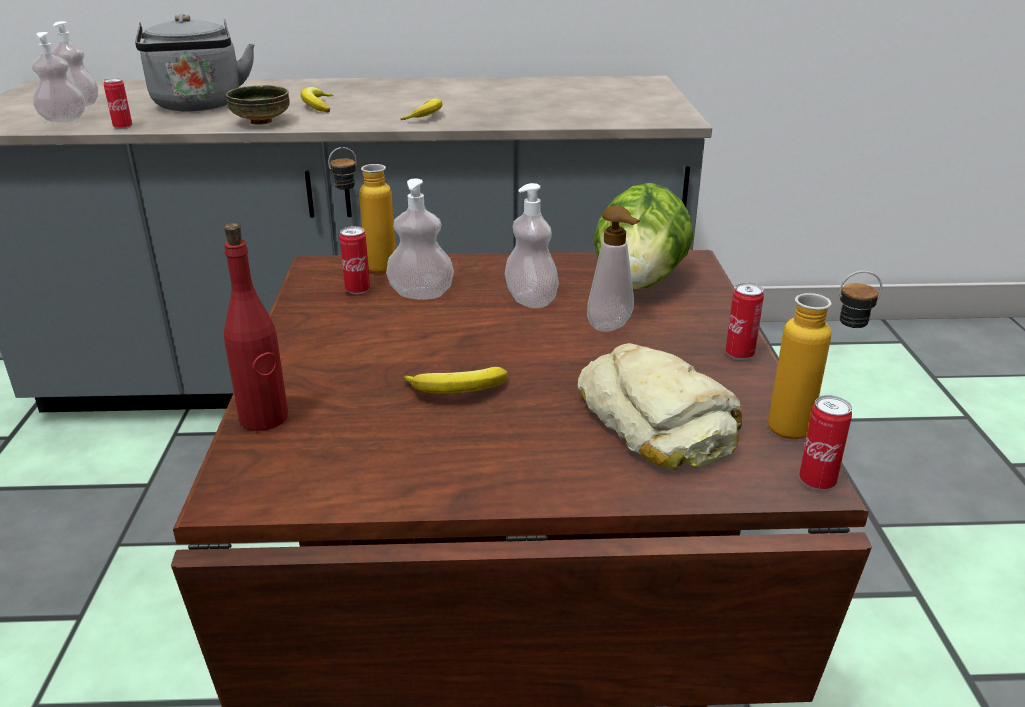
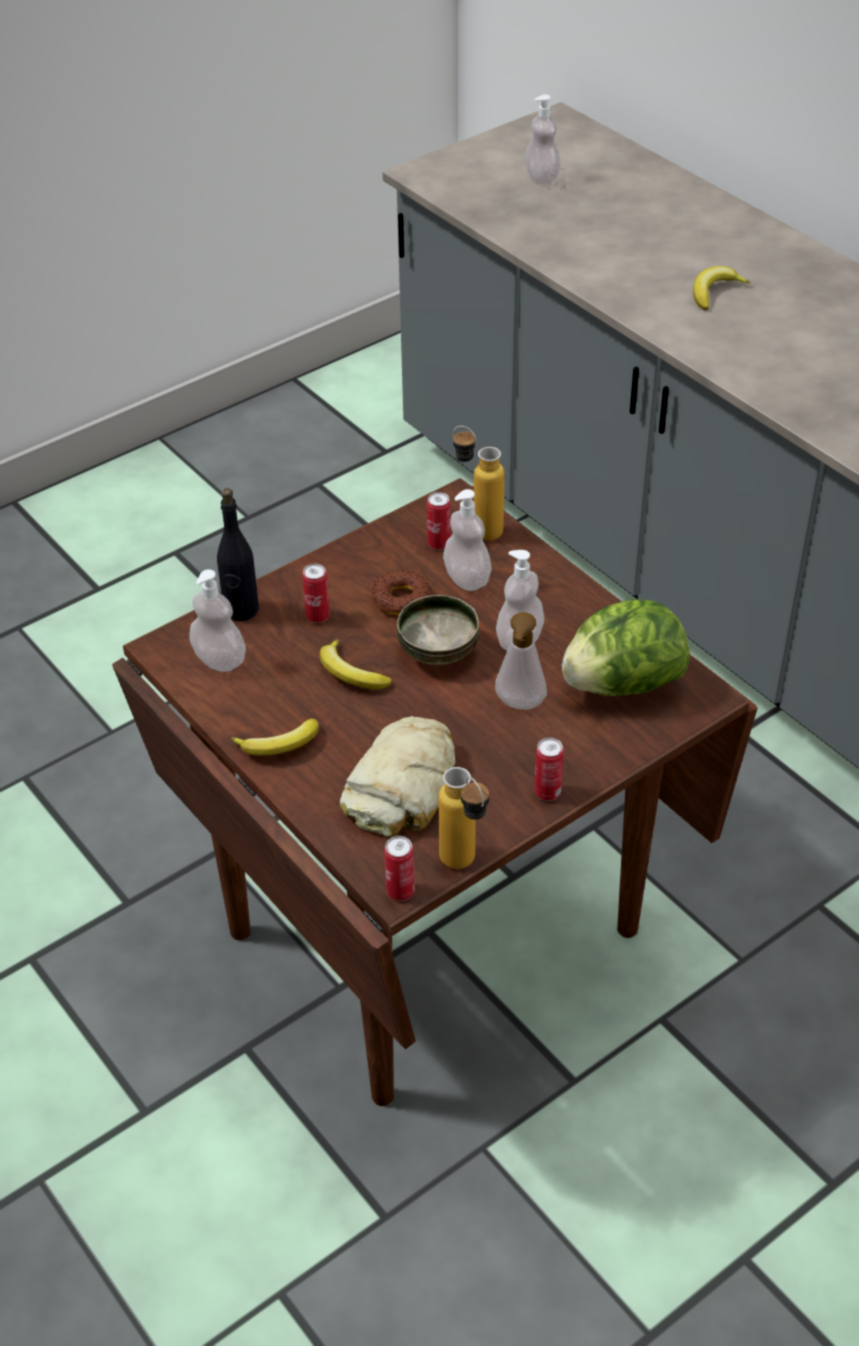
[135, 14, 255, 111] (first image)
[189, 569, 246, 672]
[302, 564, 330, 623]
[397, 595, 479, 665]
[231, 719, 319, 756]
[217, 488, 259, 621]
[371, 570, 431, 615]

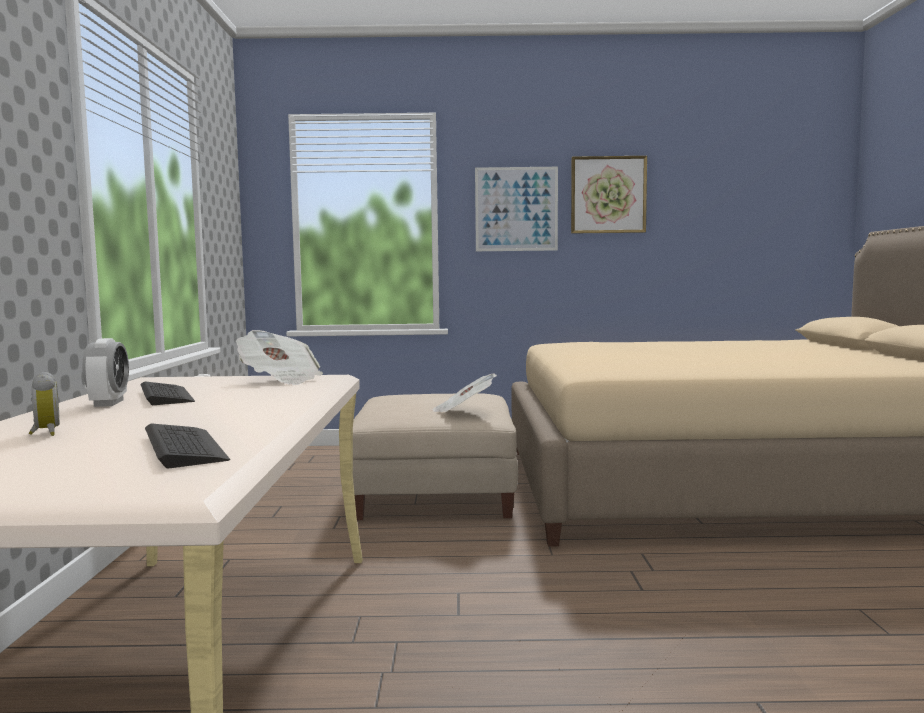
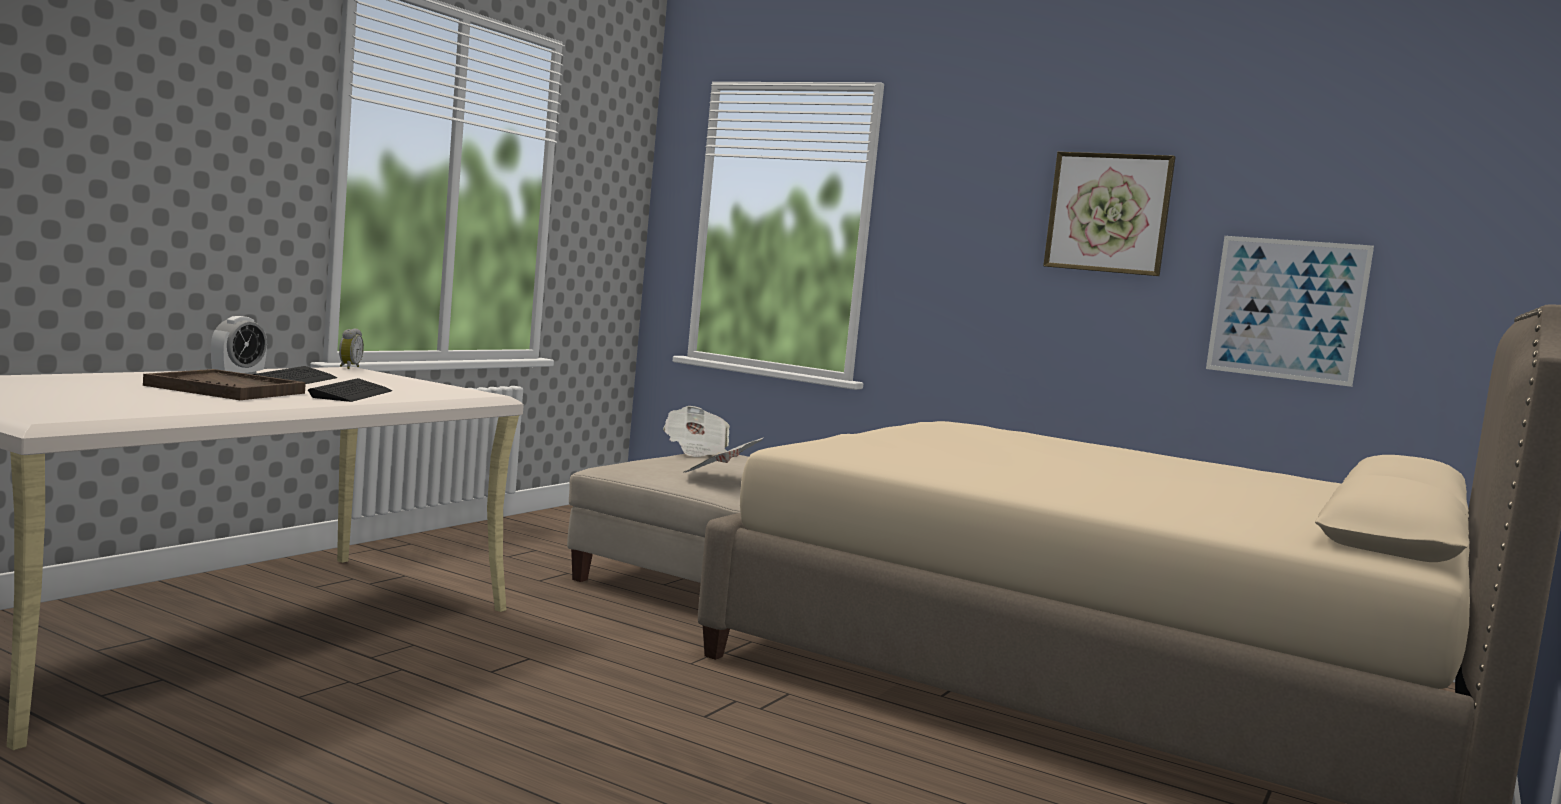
[1206, 236, 1374, 387]
[663, 406, 730, 457]
[339, 328, 364, 369]
[308, 378, 392, 402]
[143, 369, 306, 400]

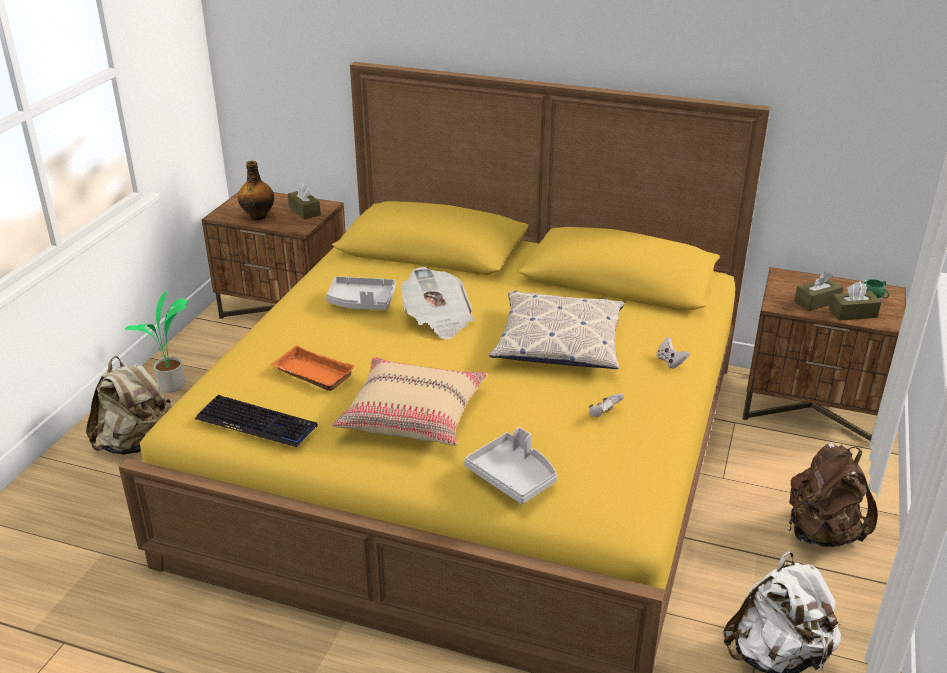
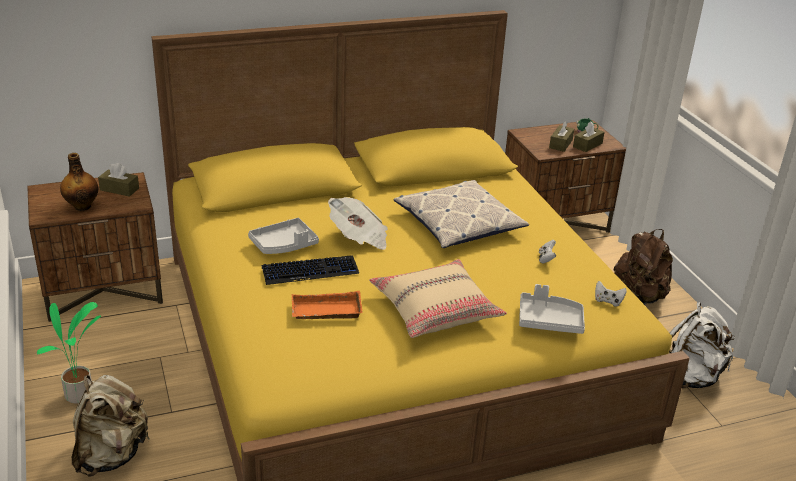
[595, 281, 627, 307]
[262, 255, 359, 285]

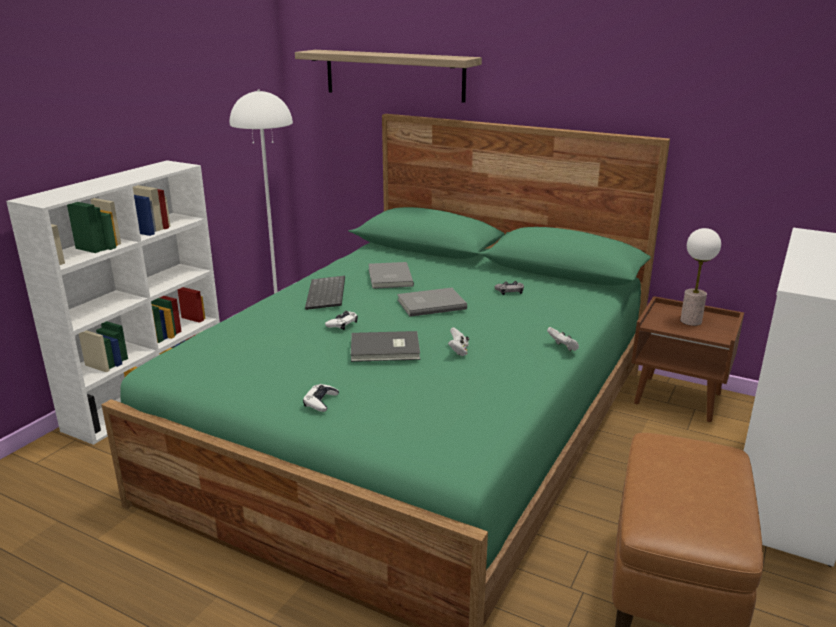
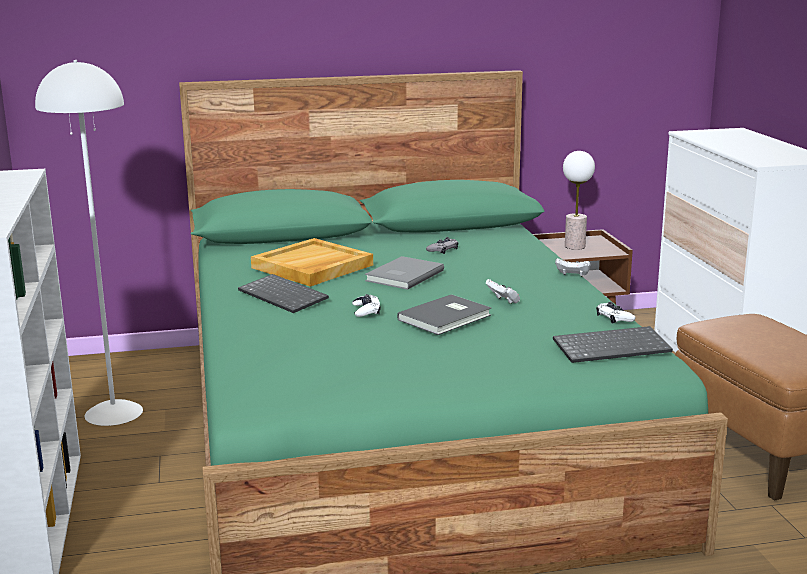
[295, 50, 482, 103] (first image)
[251, 238, 373, 287]
[596, 302, 636, 324]
[553, 326, 673, 363]

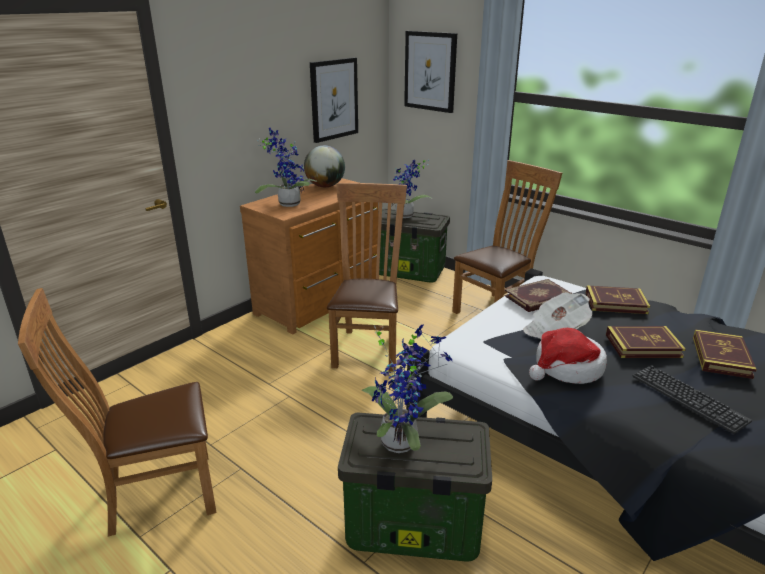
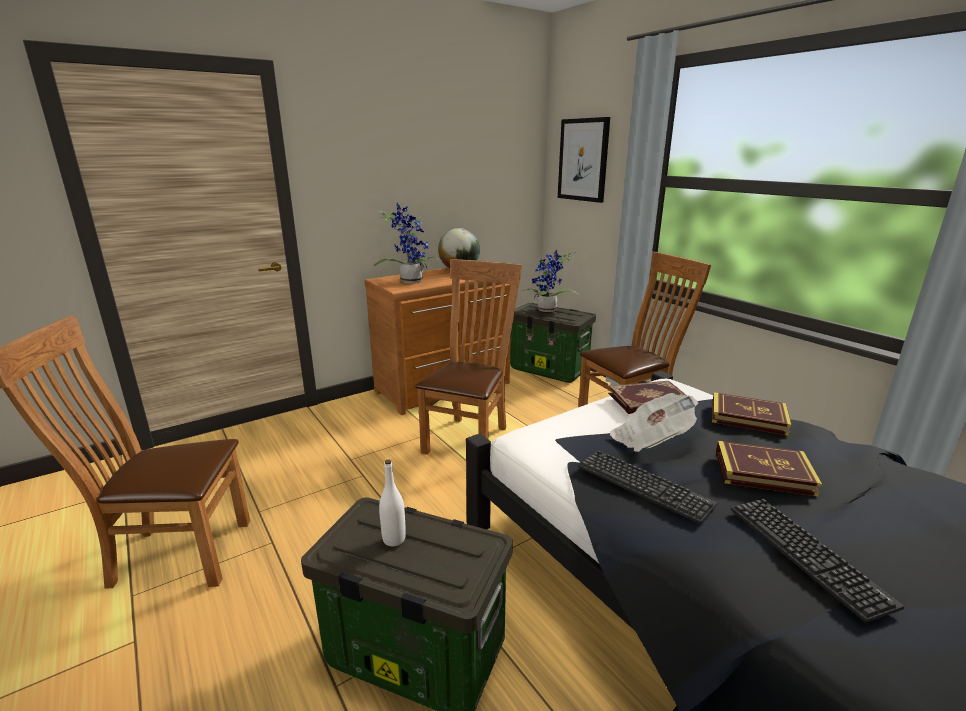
[310, 57, 358, 143] (first image)
[379, 459, 406, 546]
[578, 450, 717, 524]
[693, 329, 757, 379] (first image)

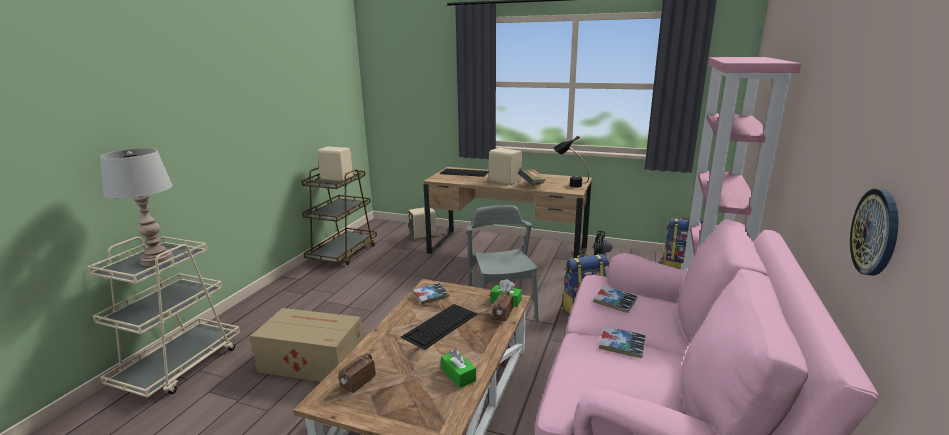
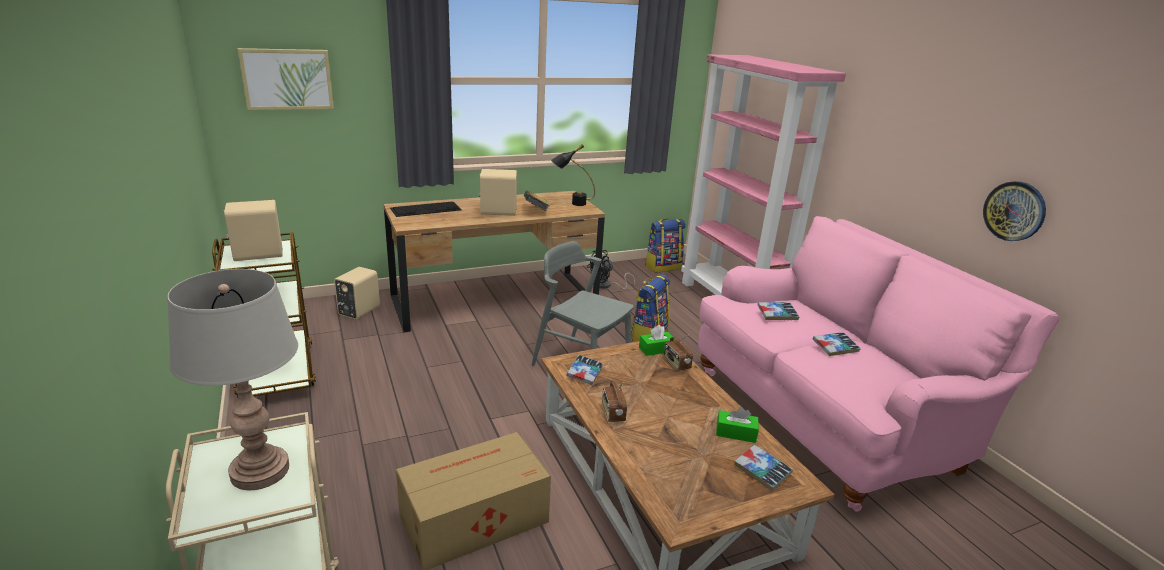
[401, 304, 477, 350] (first image)
[602, 382, 627, 422]
[238, 48, 334, 110]
[734, 445, 793, 490]

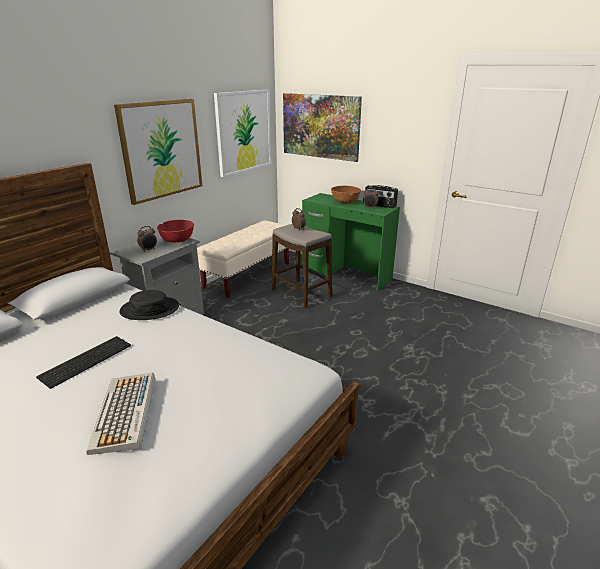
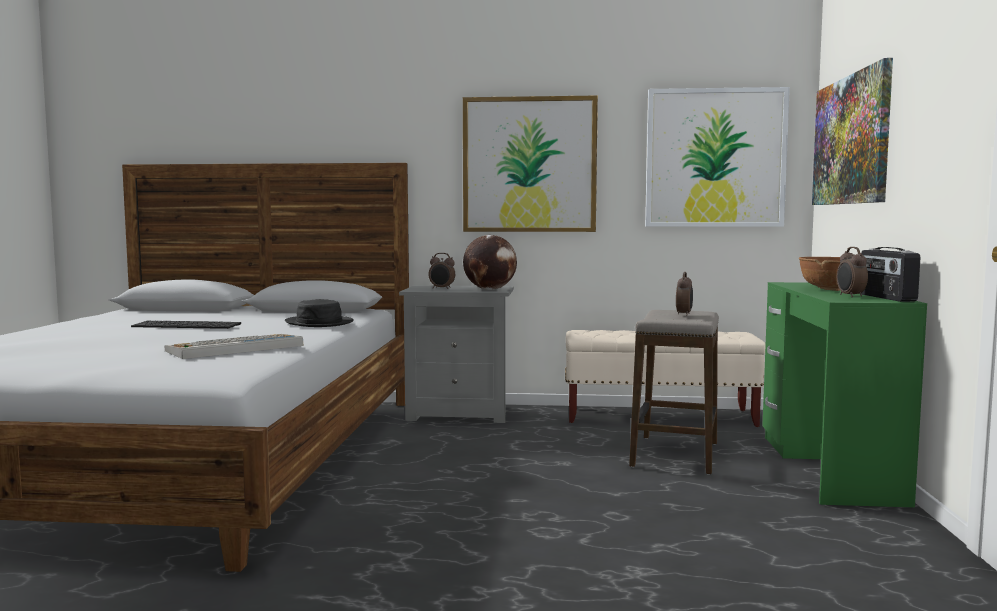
[463, 235, 517, 290]
[165, 334, 303, 359]

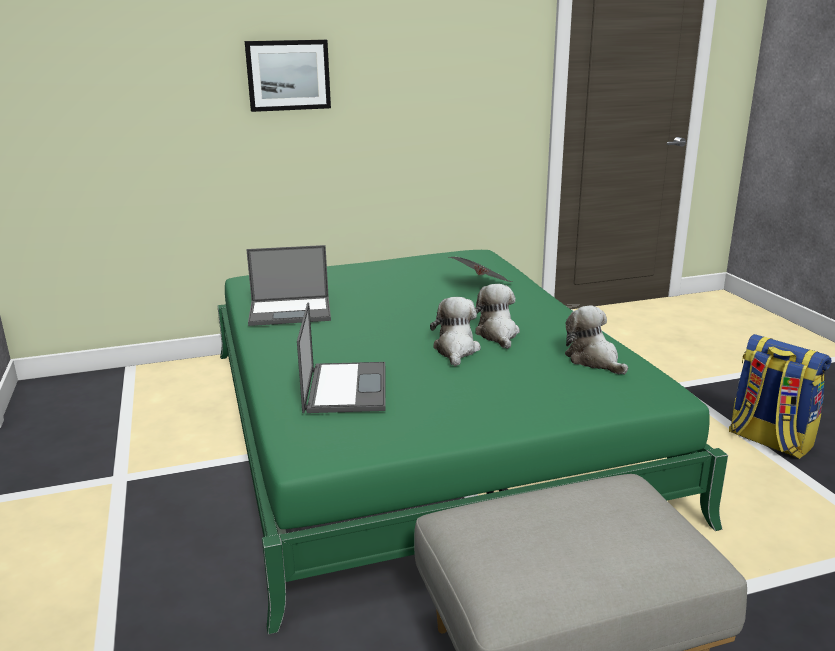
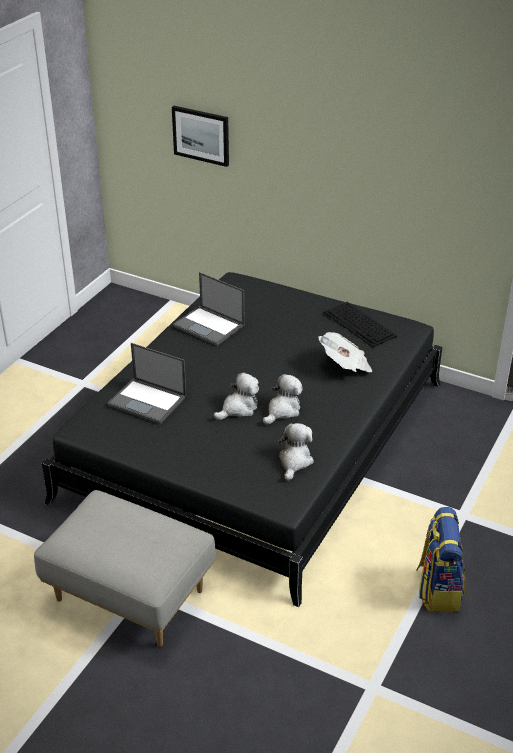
[172, 106, 229, 167]
[42, 272, 442, 607]
[107, 343, 186, 424]
[324, 302, 397, 347]

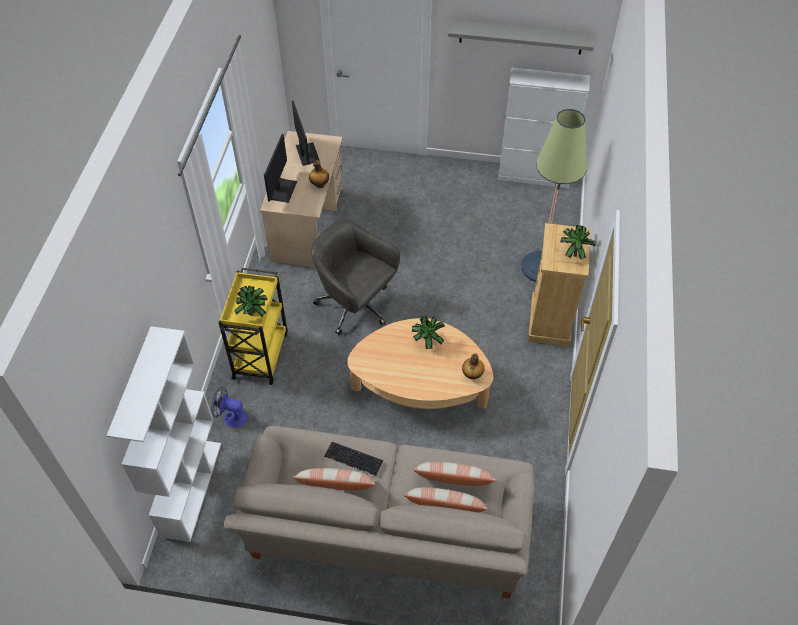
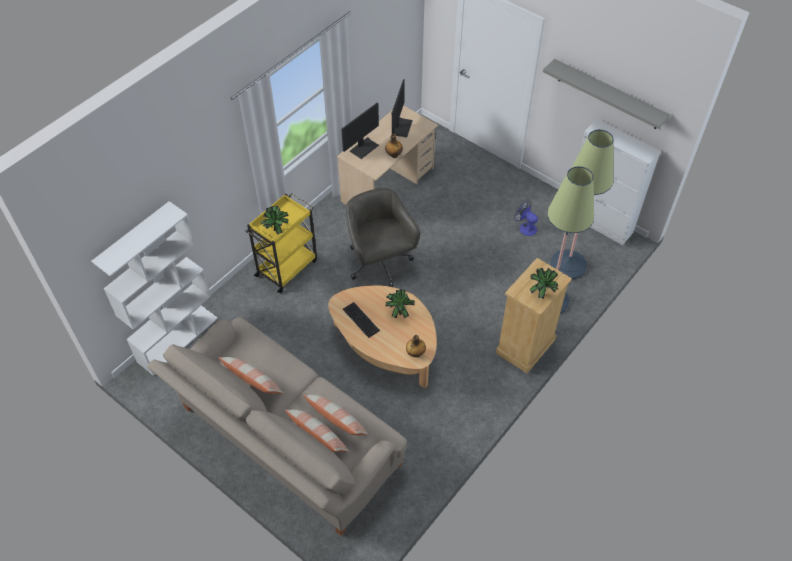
[514, 201, 538, 236]
[343, 302, 380, 338]
[550, 130, 614, 279]

